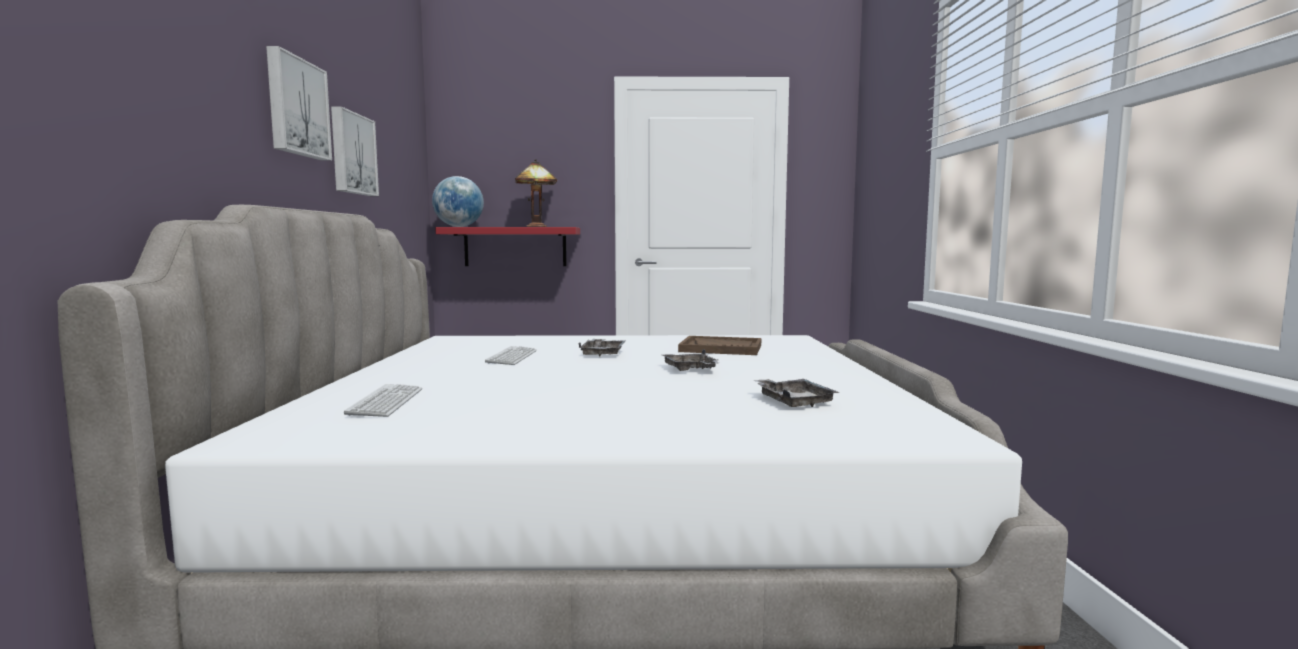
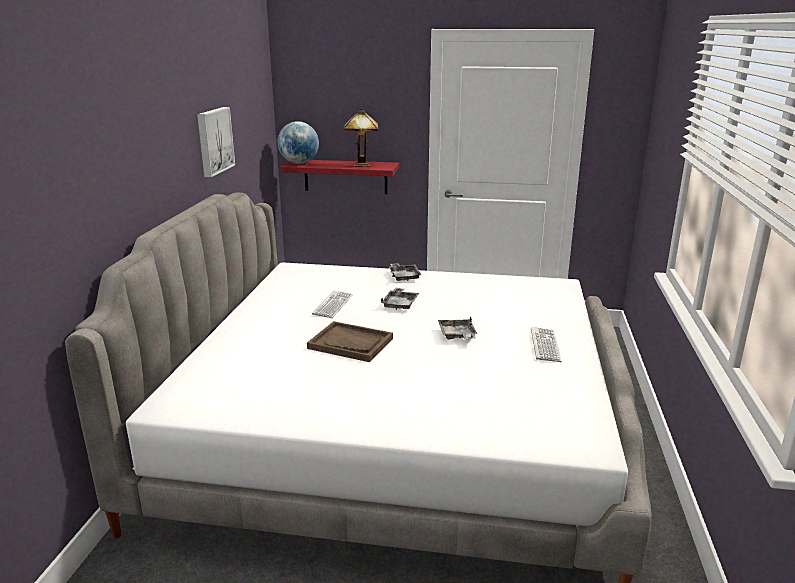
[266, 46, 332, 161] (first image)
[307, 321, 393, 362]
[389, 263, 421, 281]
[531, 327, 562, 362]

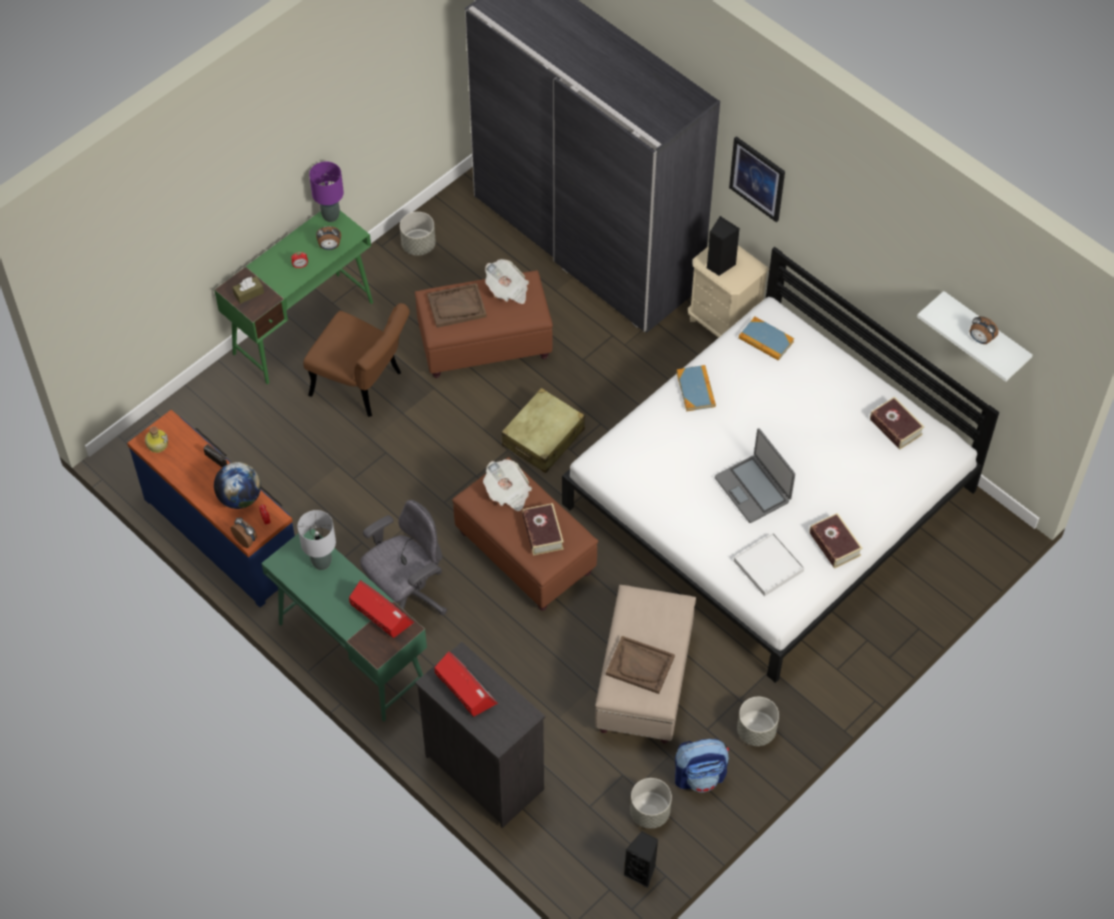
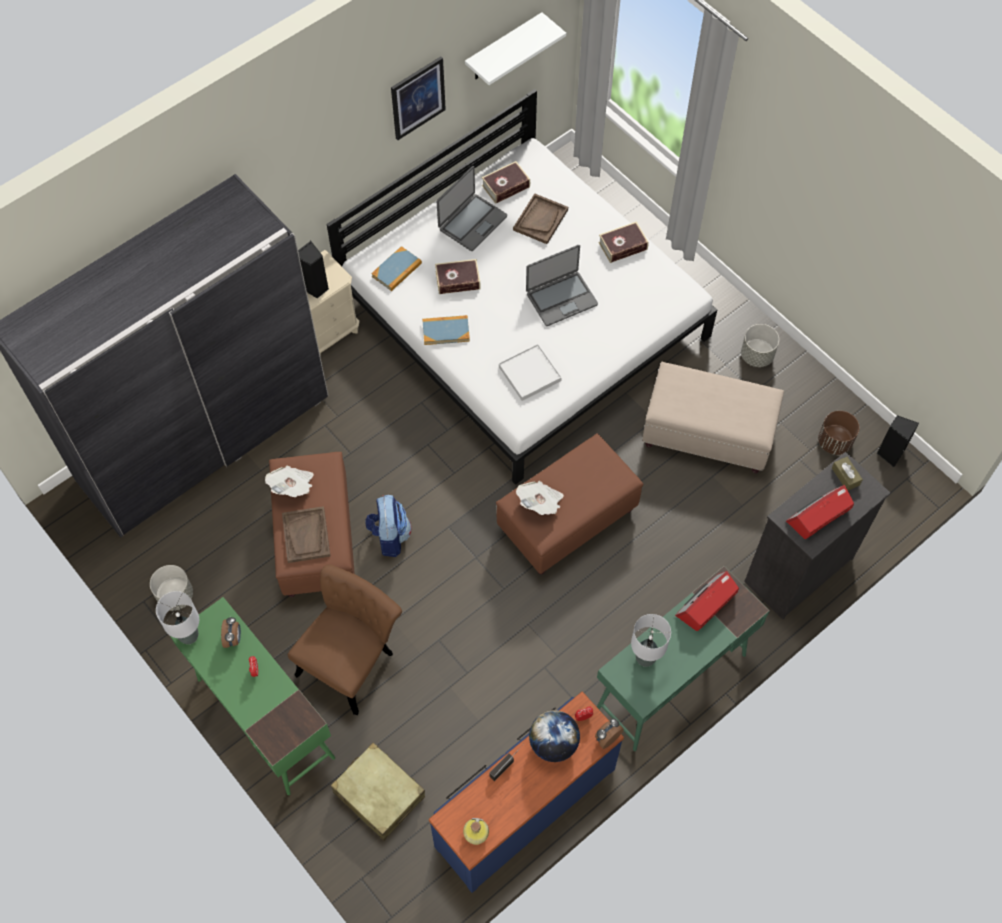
[391, 56, 446, 140]
[156, 591, 199, 644]
[832, 457, 863, 491]
[970, 316, 999, 344] (first image)
[331, 742, 425, 841]
[360, 500, 447, 615] (first image)
[435, 259, 481, 294]
[499, 344, 562, 401]
[513, 193, 568, 244]
[365, 495, 411, 557]
[818, 411, 859, 455]
[437, 166, 507, 251]

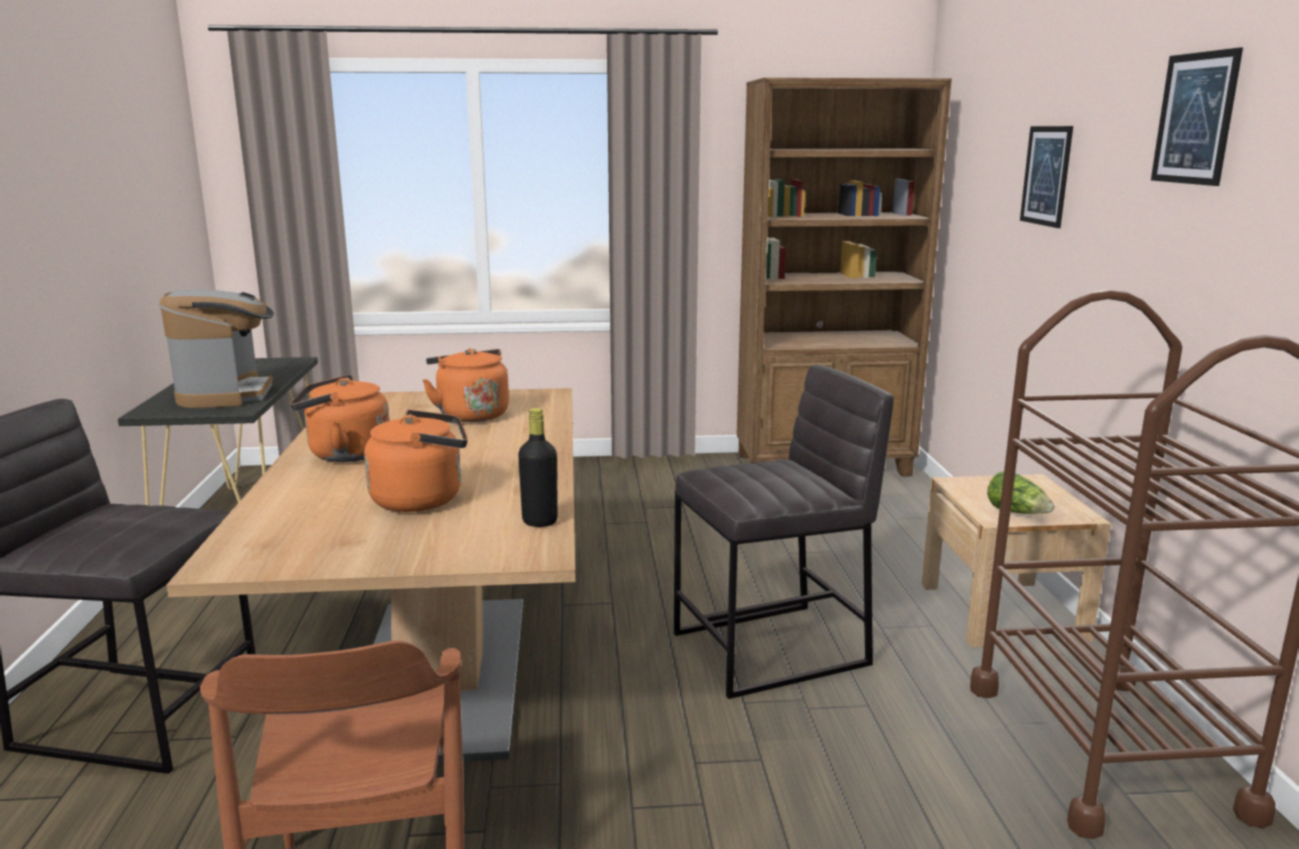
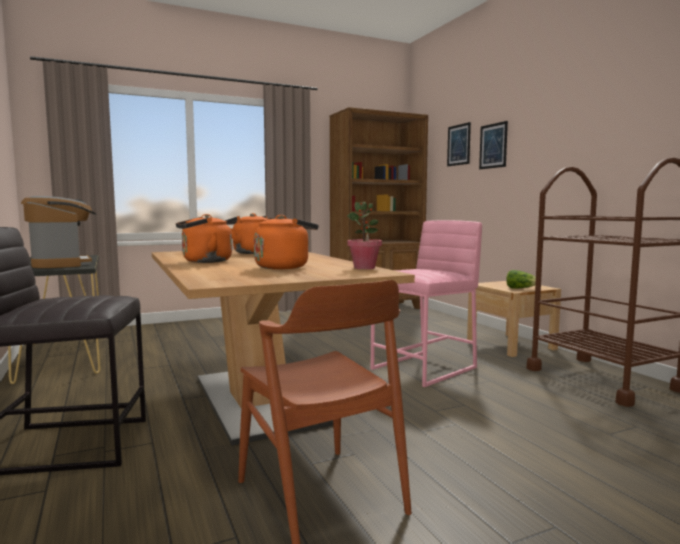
[447, 122, 471, 166]
[371, 220, 482, 387]
[347, 202, 382, 269]

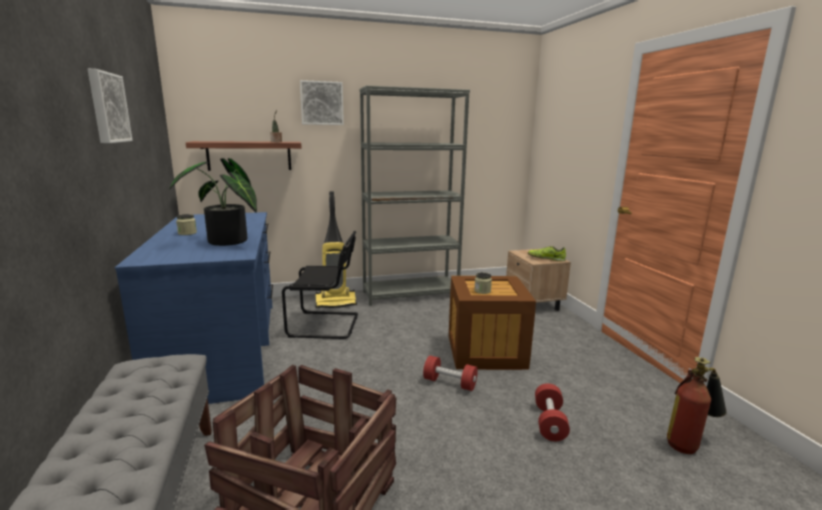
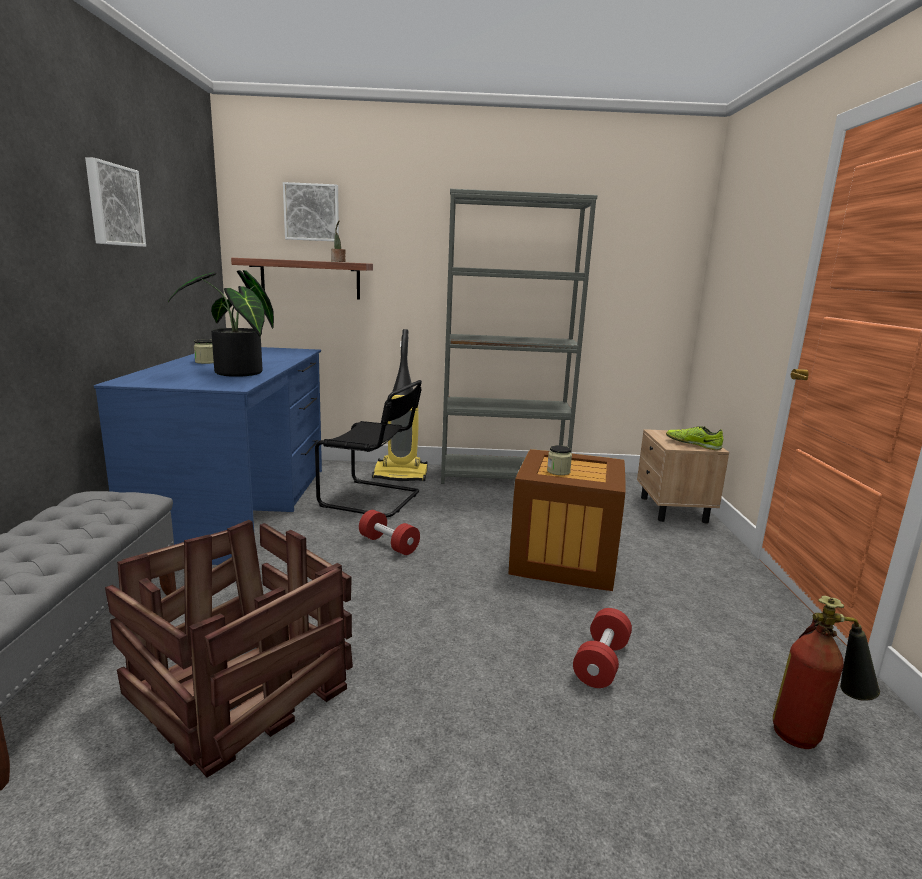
[283, 182, 339, 241]
[359, 510, 420, 555]

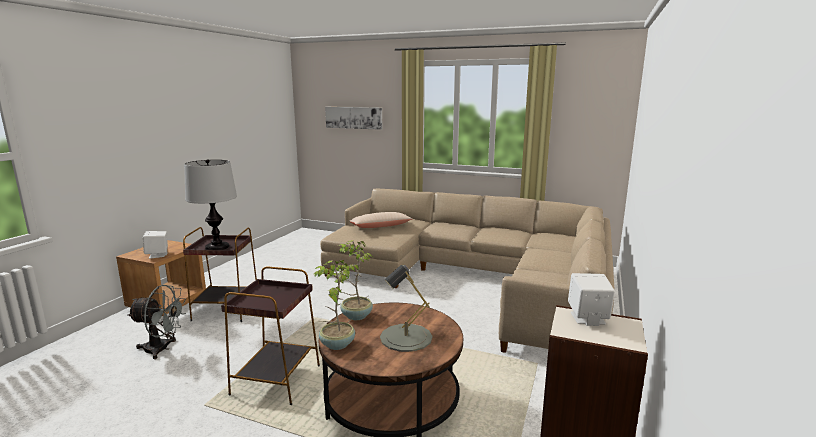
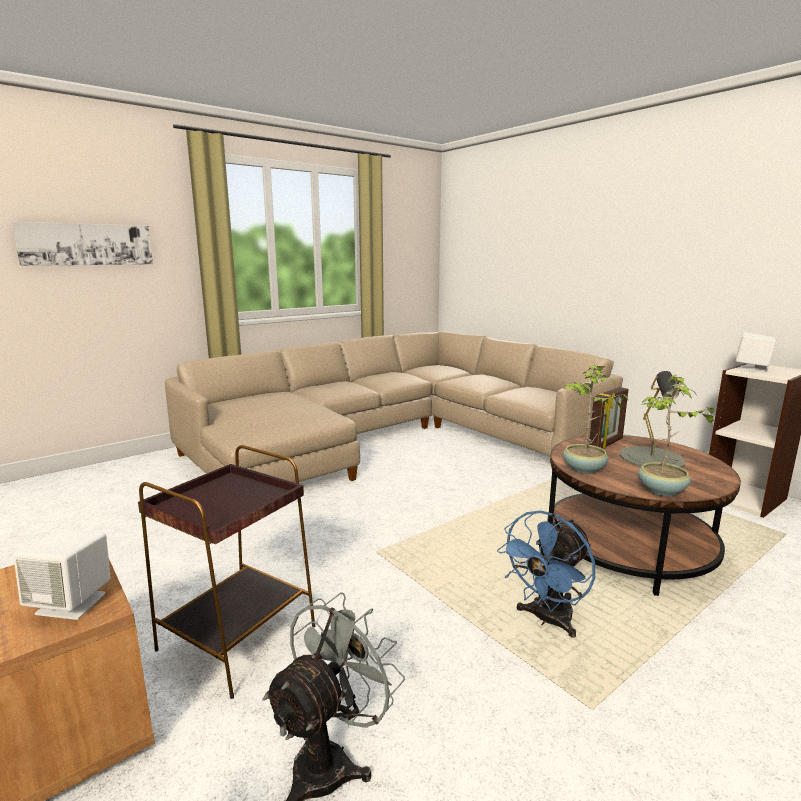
[184, 159, 237, 250] (first image)
[349, 212, 413, 228] (first image)
[497, 510, 595, 638]
[589, 387, 628, 449]

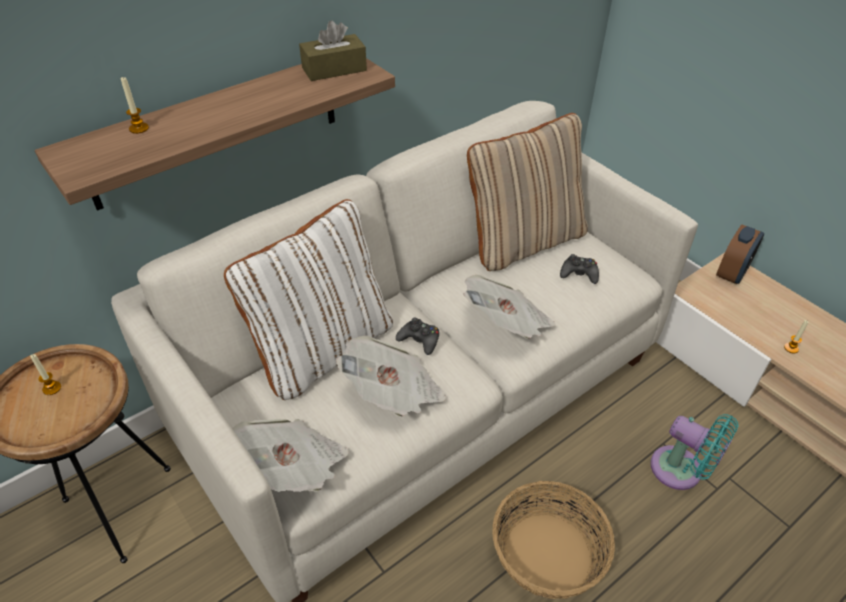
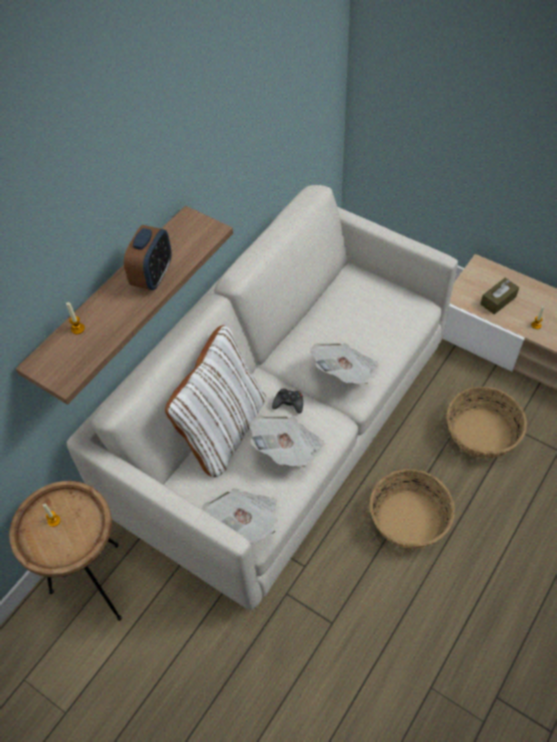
[480, 278, 519, 314]
[467, 113, 588, 271] (first image)
[124, 225, 172, 290]
[560, 254, 599, 284] (first image)
[446, 387, 527, 459]

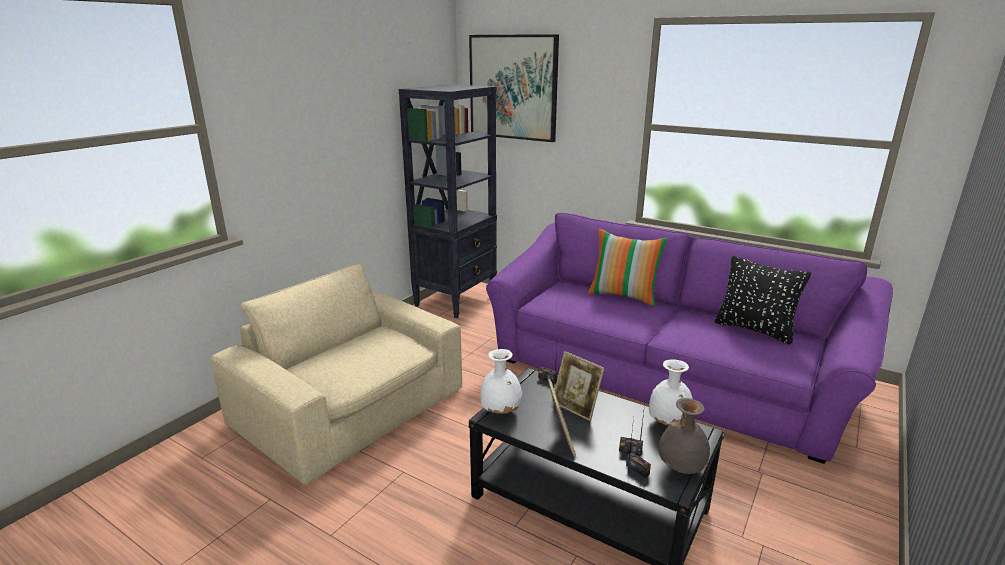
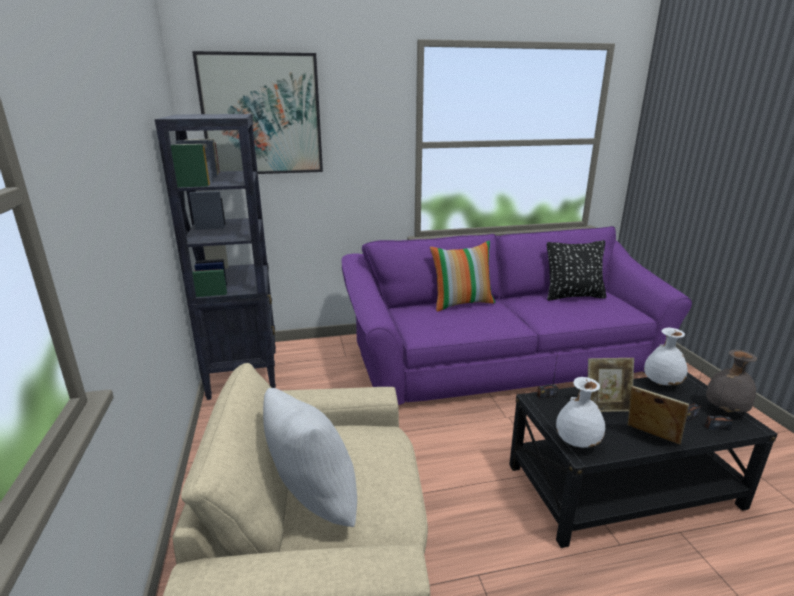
[263, 388, 357, 527]

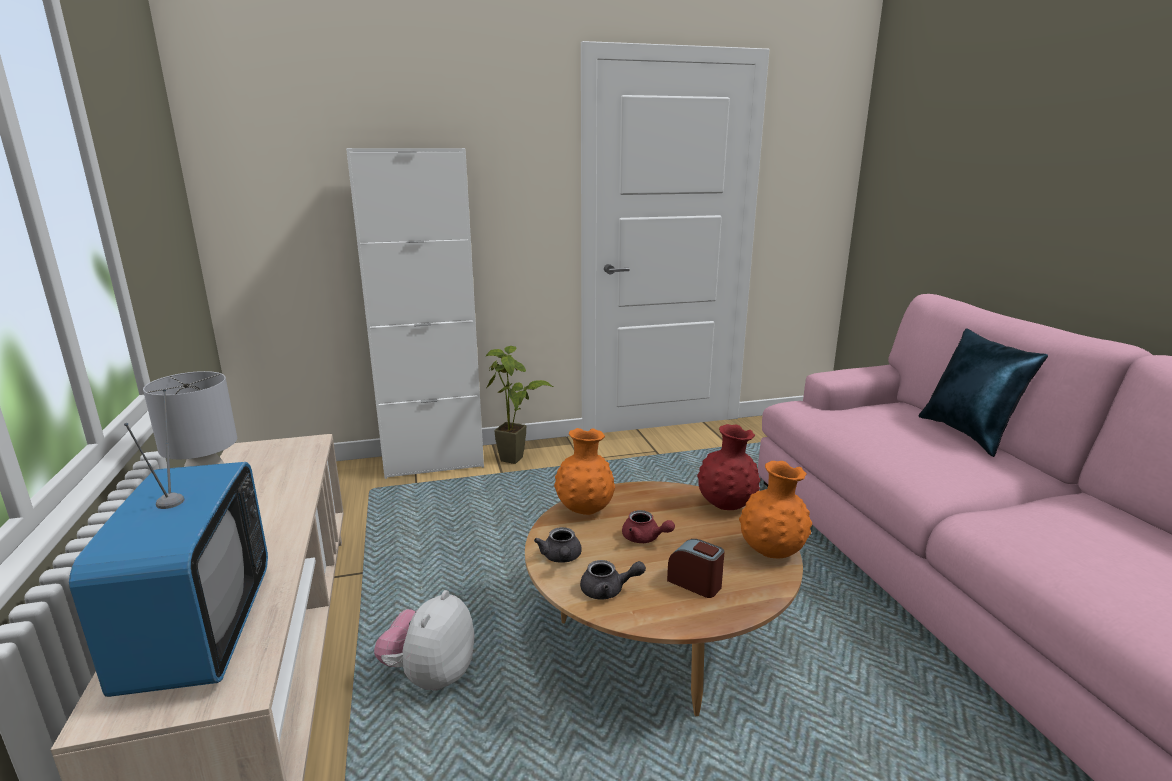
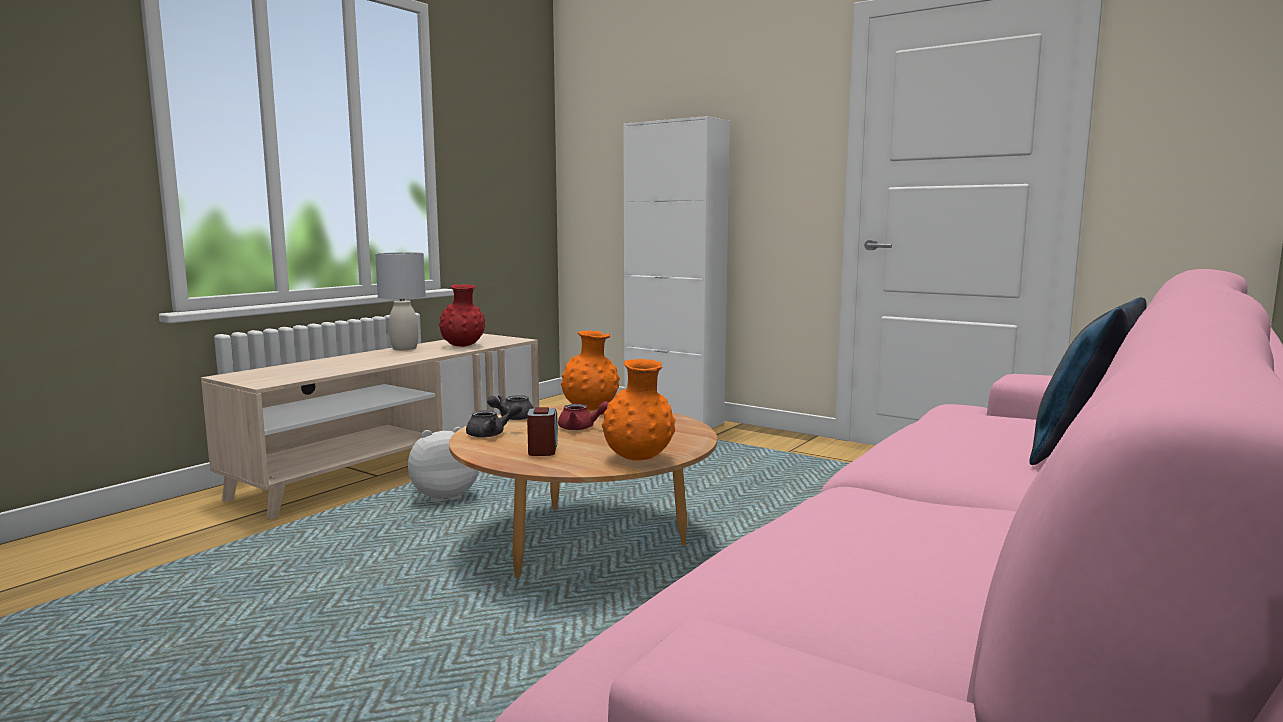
[485, 346, 553, 464] (first image)
[69, 389, 268, 697] (first image)
[439, 284, 485, 347]
[558, 401, 609, 430]
[466, 403, 522, 438]

